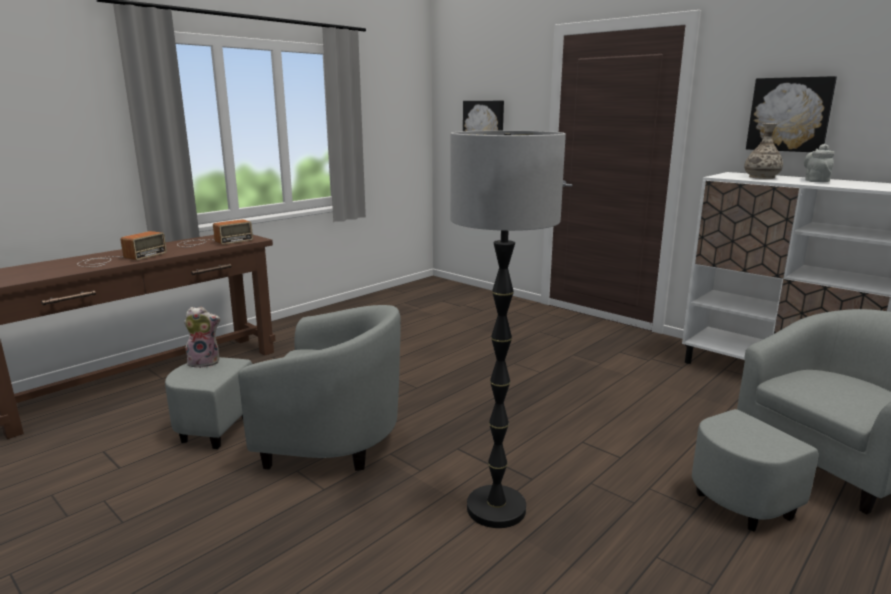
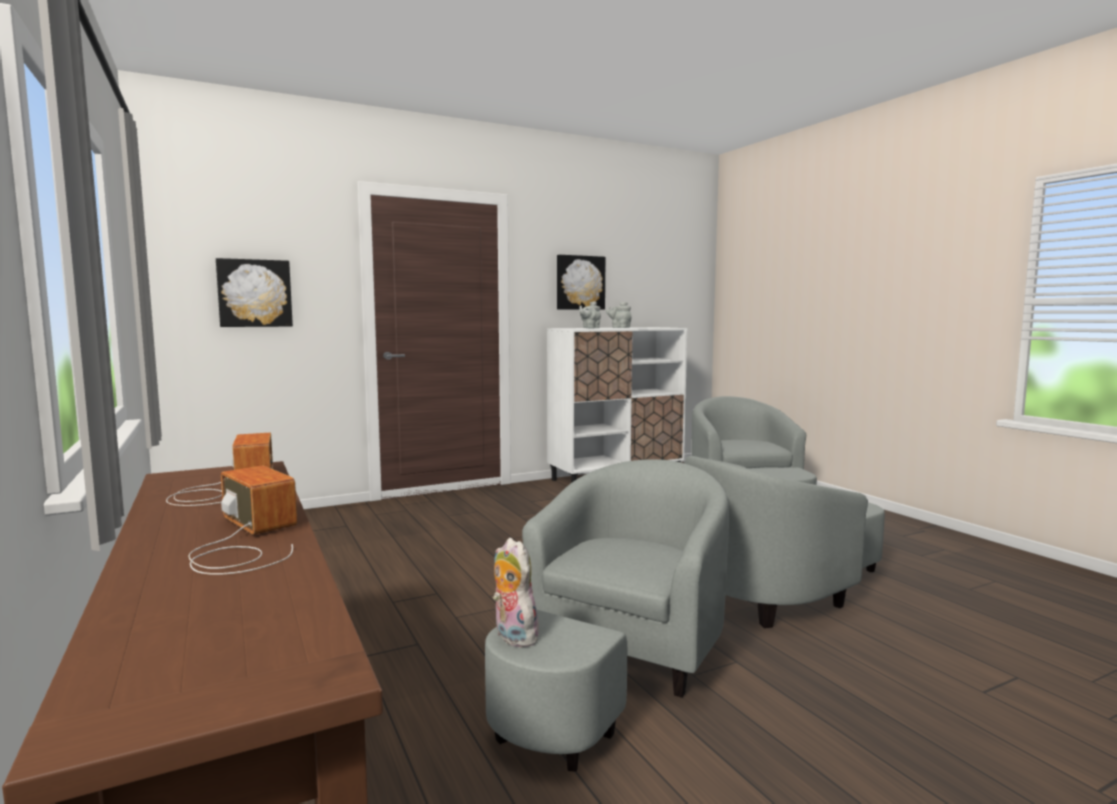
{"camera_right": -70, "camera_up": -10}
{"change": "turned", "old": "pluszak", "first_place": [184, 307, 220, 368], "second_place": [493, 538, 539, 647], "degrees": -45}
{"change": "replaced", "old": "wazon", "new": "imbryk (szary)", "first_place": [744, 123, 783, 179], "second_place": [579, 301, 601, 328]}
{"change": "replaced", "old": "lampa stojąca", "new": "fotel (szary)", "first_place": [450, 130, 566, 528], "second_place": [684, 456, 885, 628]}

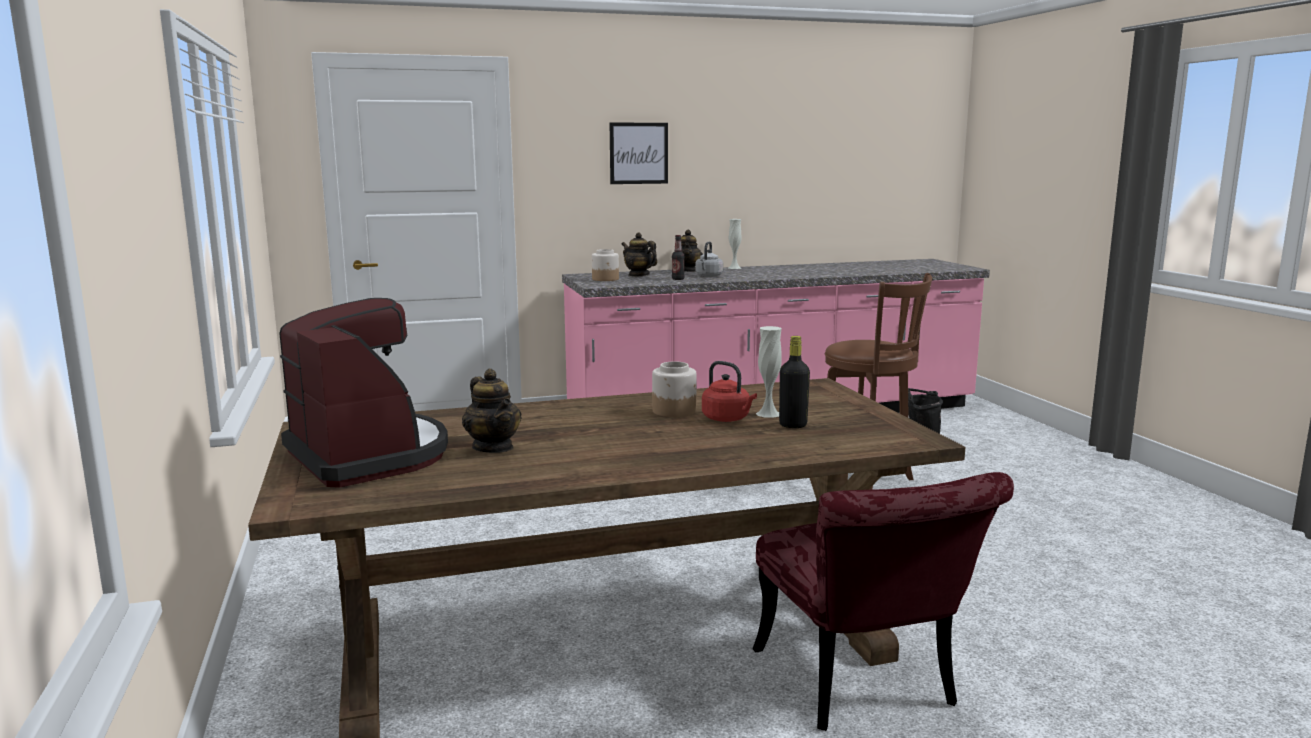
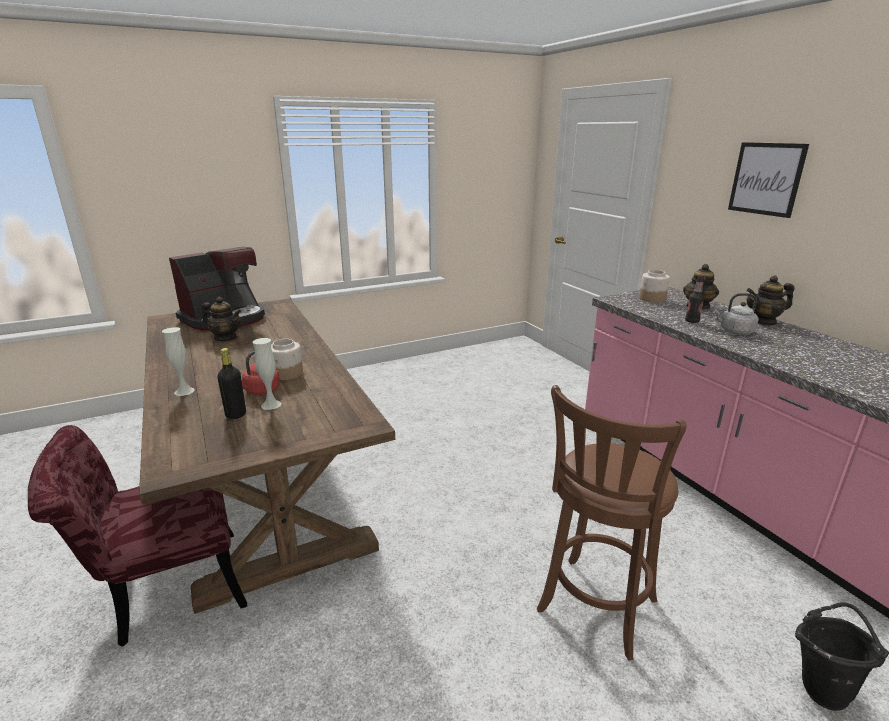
{"camera_right": 80, "camera_up": 10}
{"change": "moved", "old": "wazon (biały)", "first_place": [728, 219, 742, 269], "second_place": [162, 327, 195, 396]}
{"change": "turned", "old": "imbryk", "first_place": [462, 369, 522, 453], "second_place": [201, 297, 241, 341], "degrees": -120}

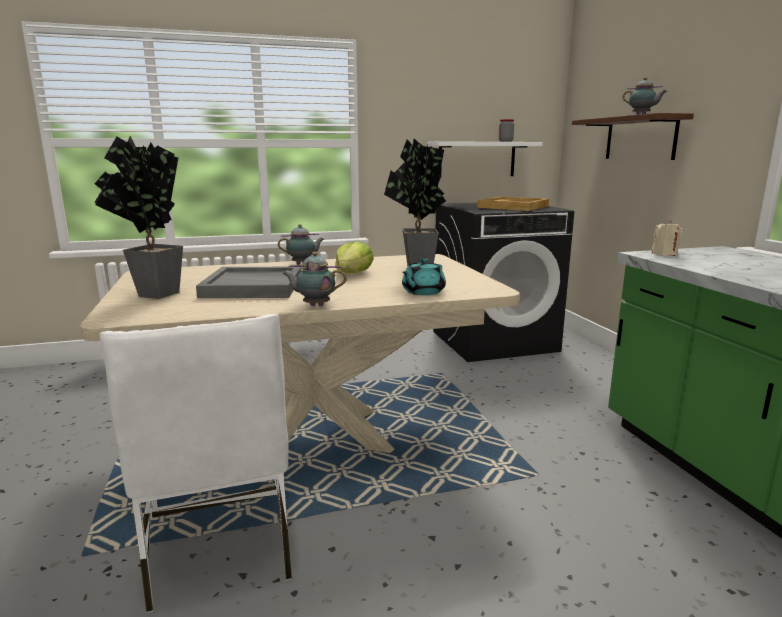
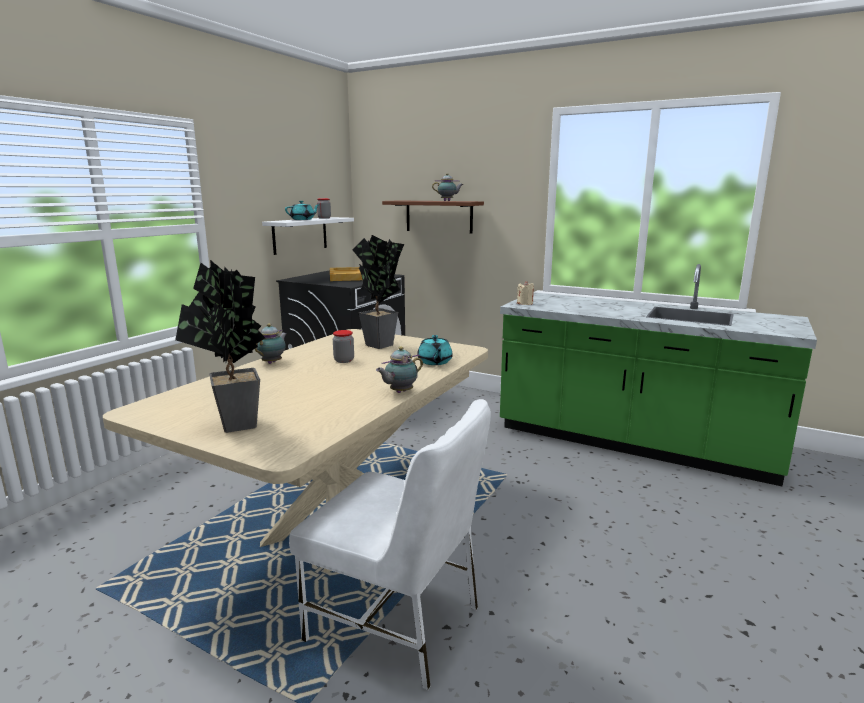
{"camera_right": -45, "camera_up": 0}
{"change": "added", "new": "imbryk (turkusowy)", "second_place": [285, 201, 320, 220]}
{"change": "replaced", "old": "sałata", "new": "słoik", "first_place": [335, 241, 374, 273], "second_place": [333, 330, 354, 363]}
{"change": "removed", "old": "taca (szary)", "first_place": [196, 267, 302, 298]}

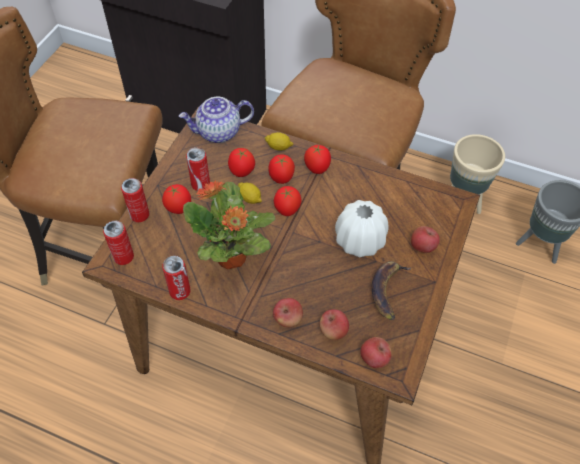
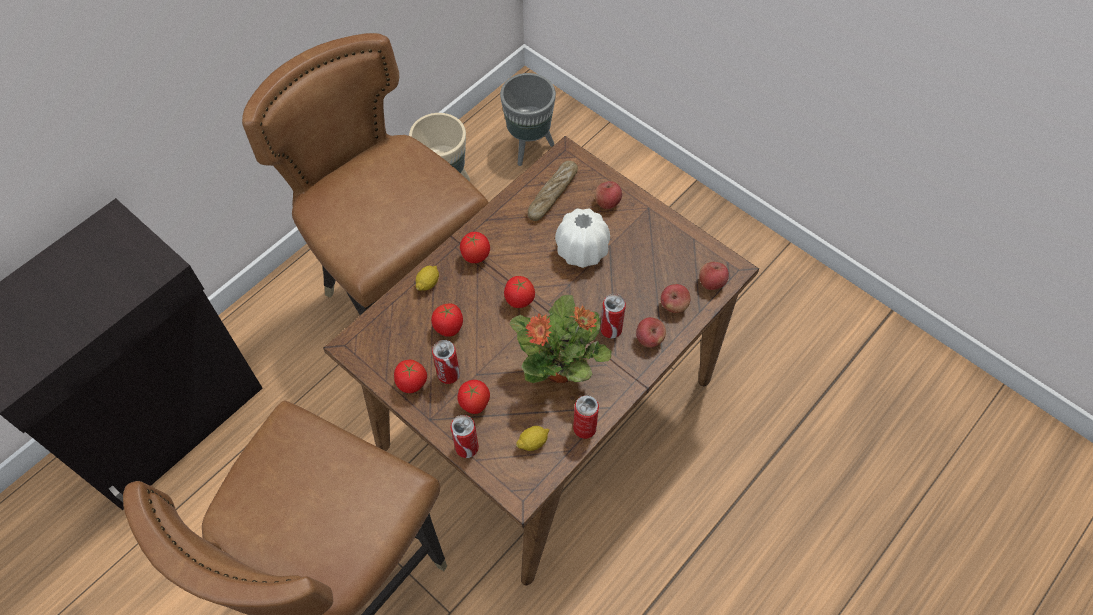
{"camera_right": -70, "camera_up": 5}
{"change": "moved", "old": "pomidor", "first_place": [268, 154, 295, 184], "second_place": [394, 360, 427, 393]}
{"change": "moved", "old": "cytryna", "first_place": [238, 182, 262, 204], "second_place": [516, 426, 549, 451]}
{"change": "added", "new": "chleb", "second_place": [528, 161, 578, 221]}
{"change": "moved", "old": "puszka", "first_place": [103, 221, 134, 265], "second_place": [600, 294, 626, 338]}
{"change": "removed", "old": "imbryk", "first_place": [179, 97, 254, 143]}
{"change": "removed", "old": "banan", "first_place": [372, 261, 411, 320]}

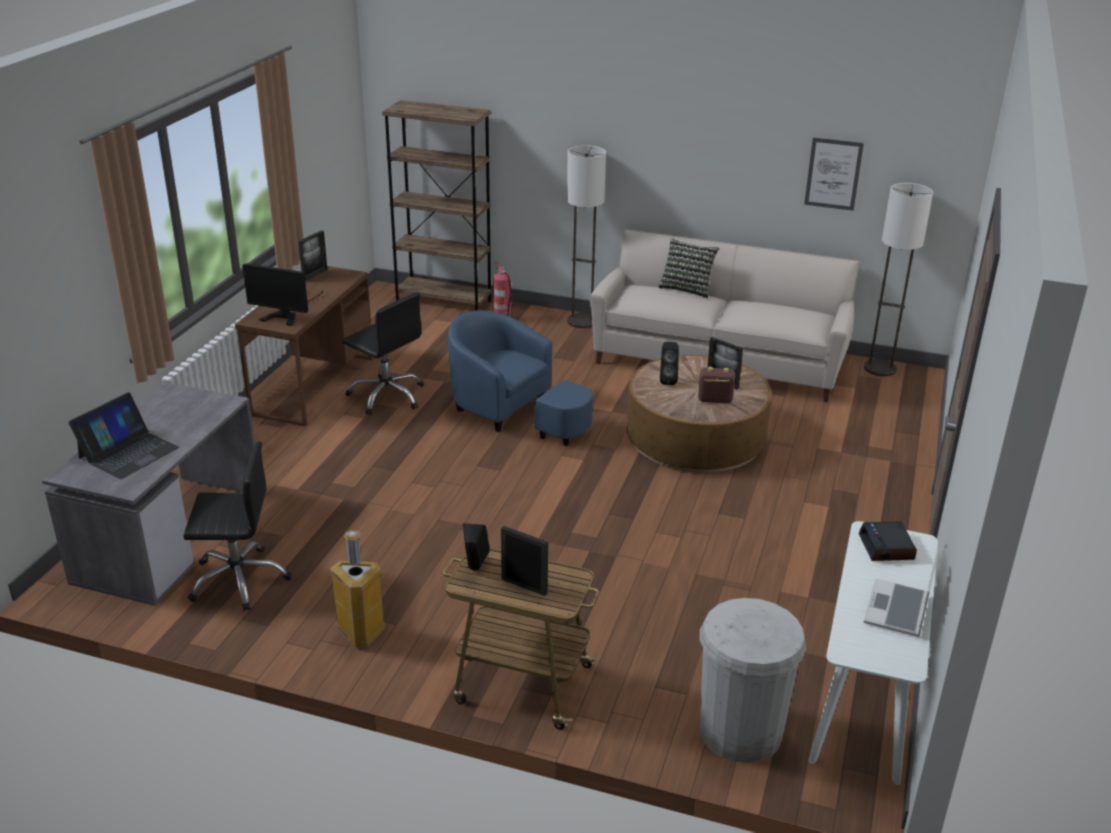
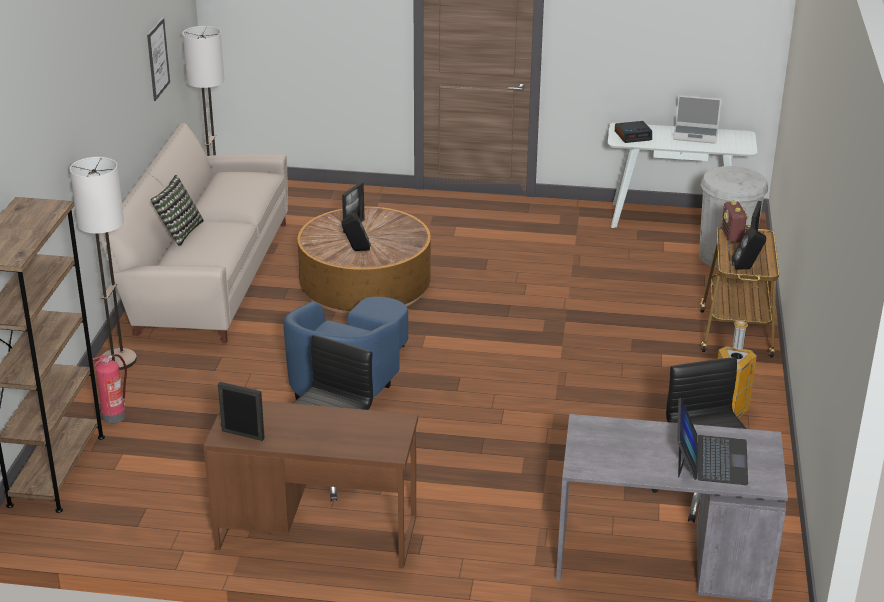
{"camera_right": -100, "camera_up": 0}
{"change": "turned", "old": "laptop", "first_place": [68, 392, 179, 479], "second_place": [677, 398, 748, 485], "degrees": 75}
{"change": "moved", "old": "radio", "first_place": [698, 367, 735, 403], "second_place": [721, 201, 749, 243]}
{"change": "removed", "old": "monitor", "first_place": [242, 263, 323, 326]}

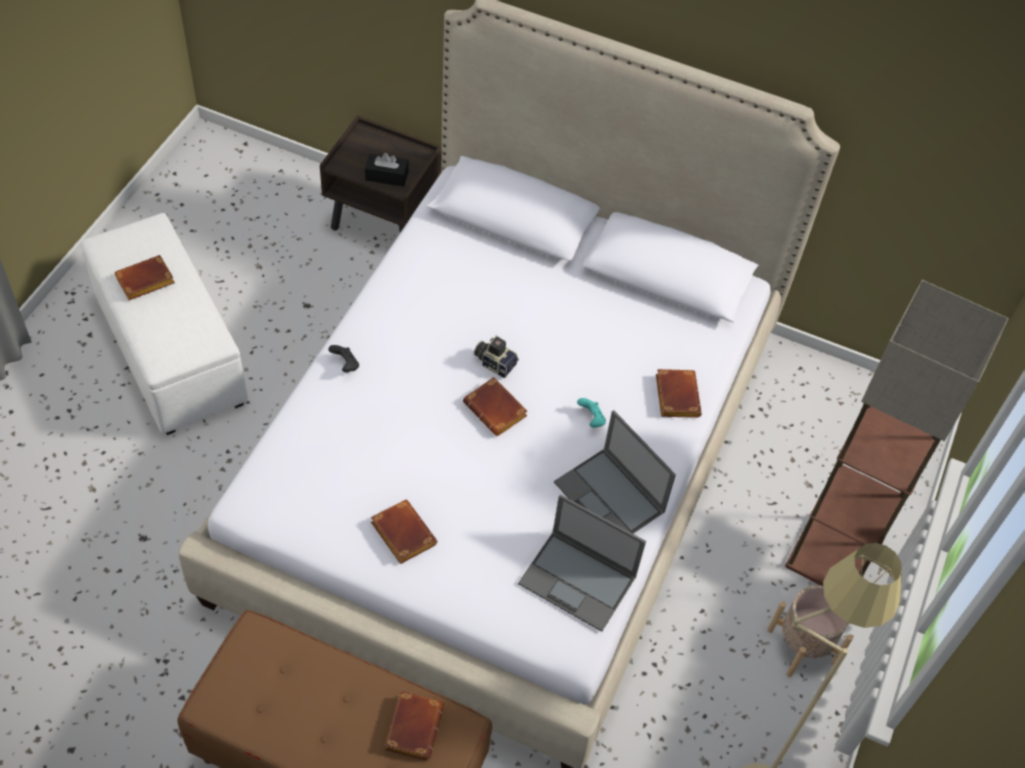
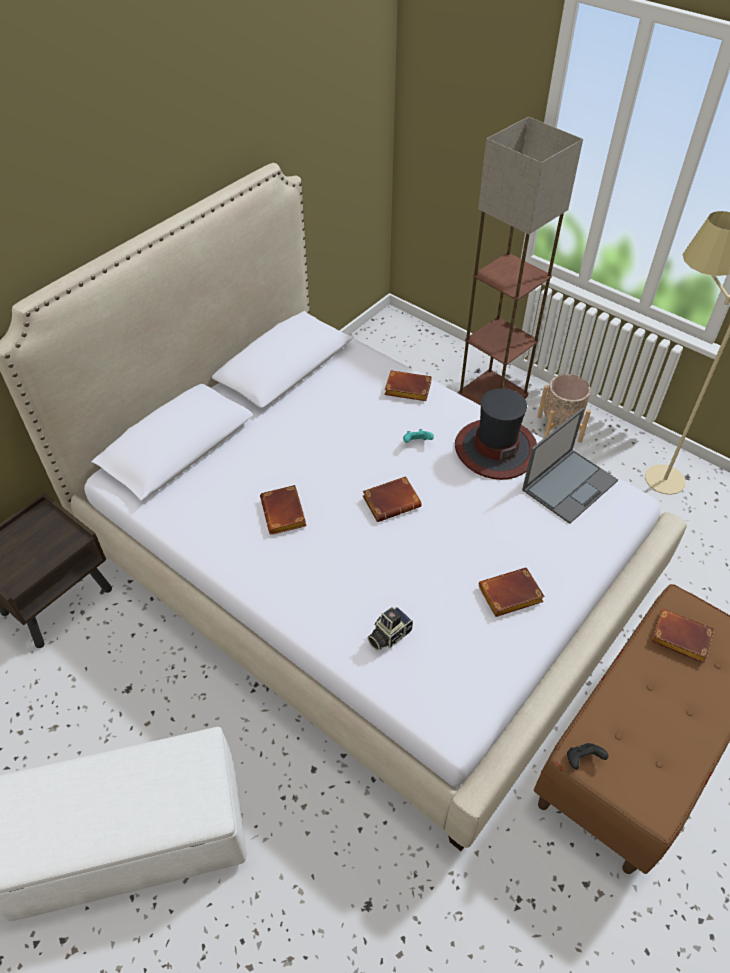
{"camera_right": -70, "camera_up": -5}
{"change": "moved", "old": "książka (brązowy)", "first_place": [114, 255, 175, 300], "second_place": [260, 485, 307, 535]}
{"change": "moved", "old": "aparat fotograficzny", "first_place": [474, 335, 519, 378], "second_place": [367, 607, 413, 651]}
{"change": "replaced", "old": "laptop", "new": "kapelusz", "first_place": [554, 410, 676, 534], "second_place": [455, 388, 537, 480]}
{"change": "moved", "old": "pad do gier (czarny)", "first_place": [328, 345, 359, 372], "second_place": [567, 743, 608, 769]}
{"change": "removed", "old": "pudełko chusteczek (czarny)", "first_place": [365, 153, 409, 187]}

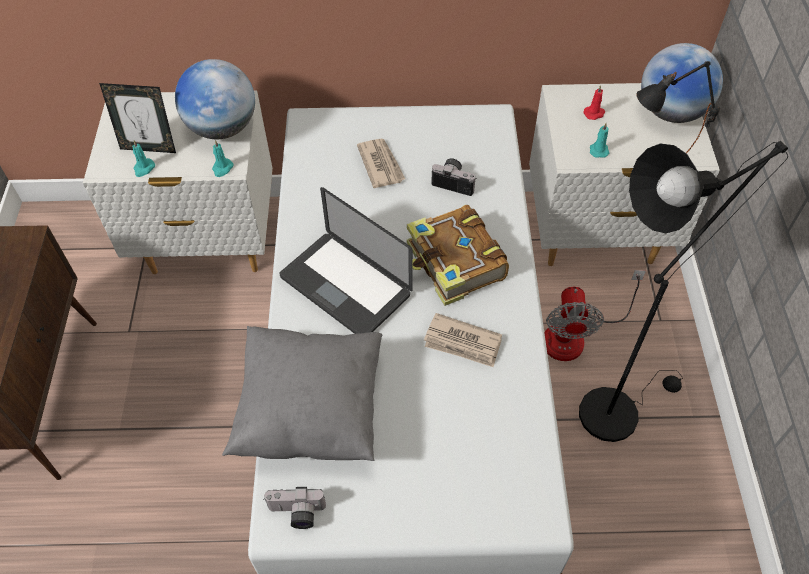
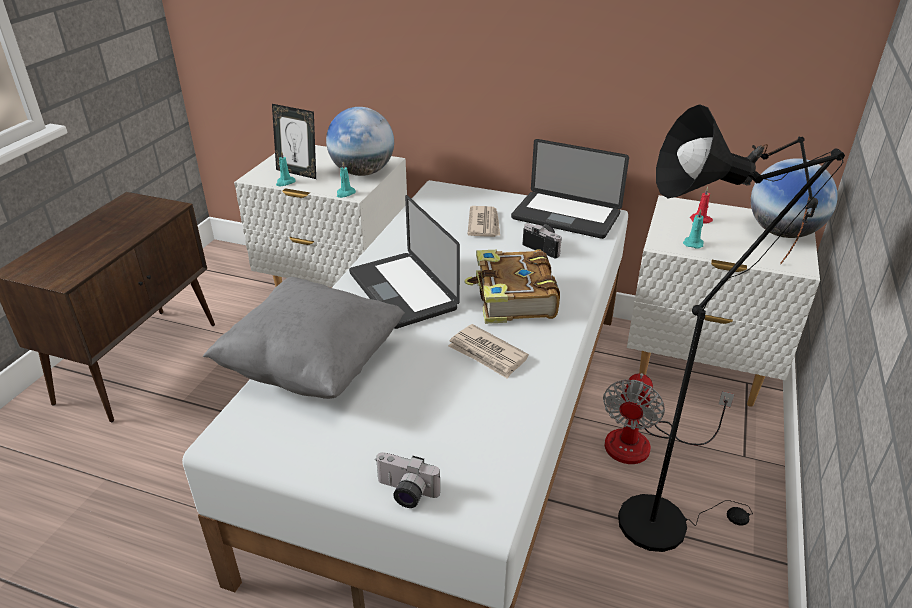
{"camera_right": 20, "camera_up": -20}
{"change": "moved", "old": "aparat fotograficzny", "first_place": [263, 487, 326, 529], "second_place": [376, 452, 440, 508]}
{"change": "added", "new": "laptop", "second_place": [511, 139, 629, 239]}

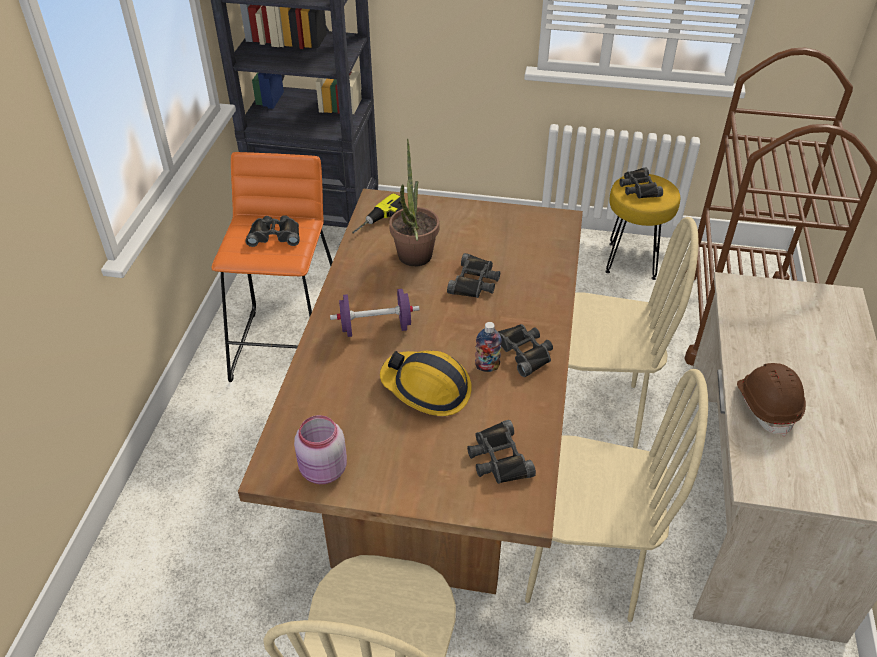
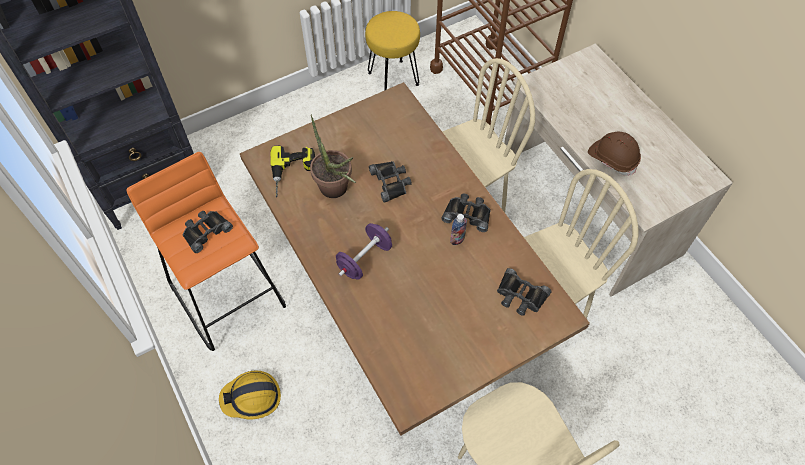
{"camera_right": -40, "camera_up": 15}
{"change": "moved", "old": "kask", "first_place": [380, 351, 472, 416], "second_place": [219, 370, 281, 419]}
{"change": "removed", "old": "słoik (różowy)", "first_place": [294, 415, 347, 484]}
{"change": "removed", "old": "lornetka (czarny)", "first_place": [619, 167, 663, 198]}

